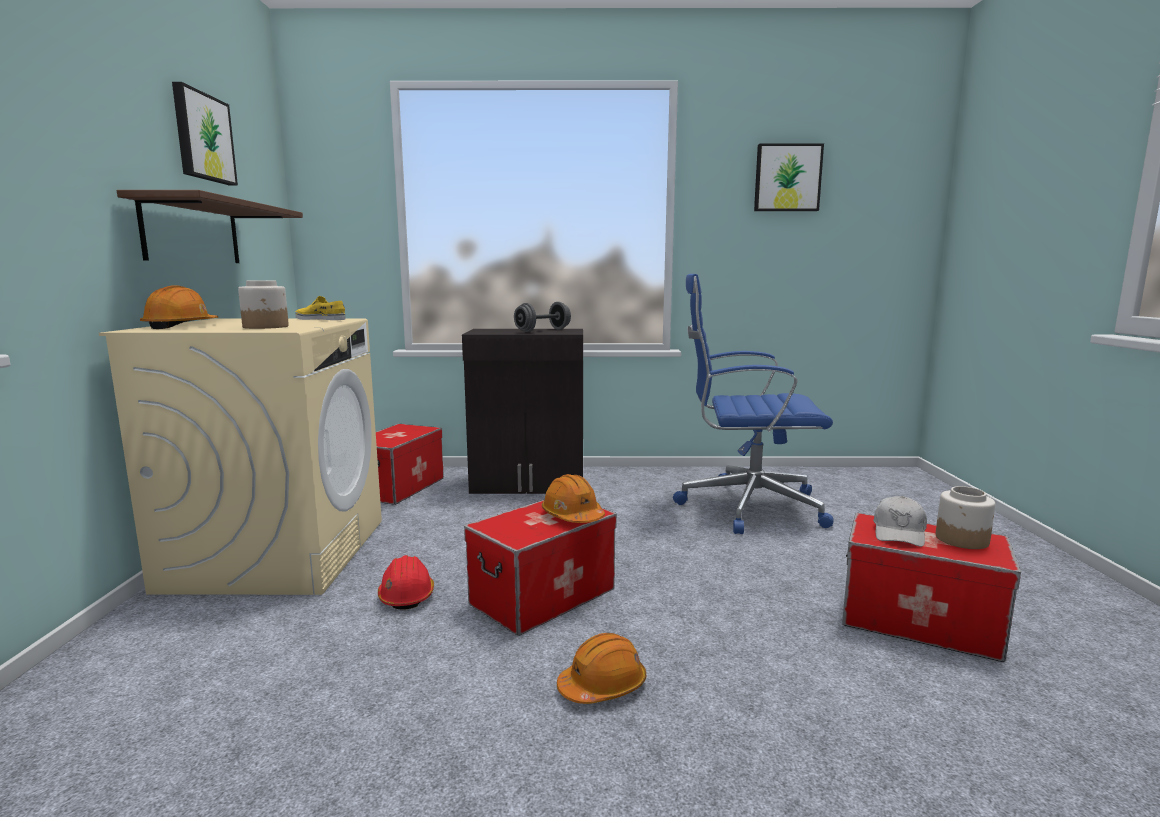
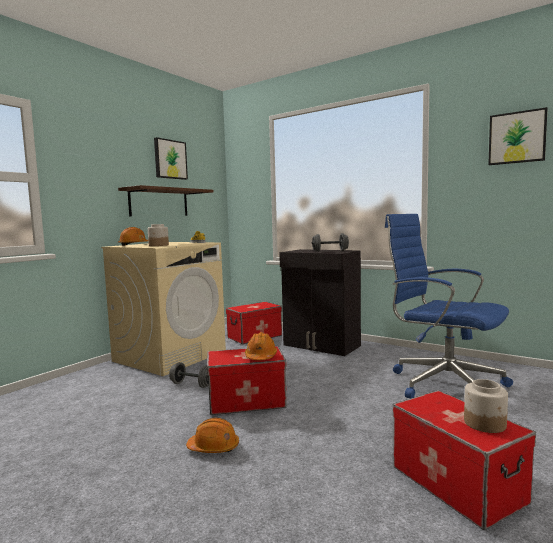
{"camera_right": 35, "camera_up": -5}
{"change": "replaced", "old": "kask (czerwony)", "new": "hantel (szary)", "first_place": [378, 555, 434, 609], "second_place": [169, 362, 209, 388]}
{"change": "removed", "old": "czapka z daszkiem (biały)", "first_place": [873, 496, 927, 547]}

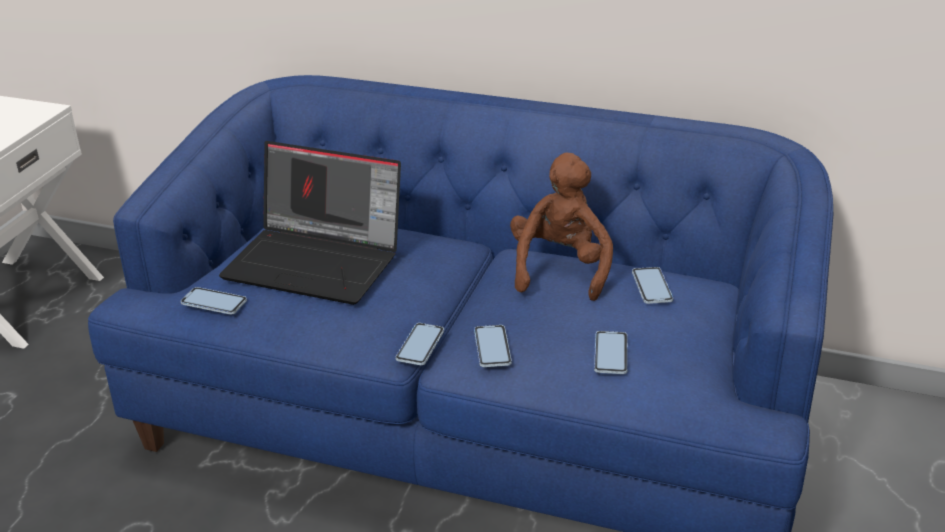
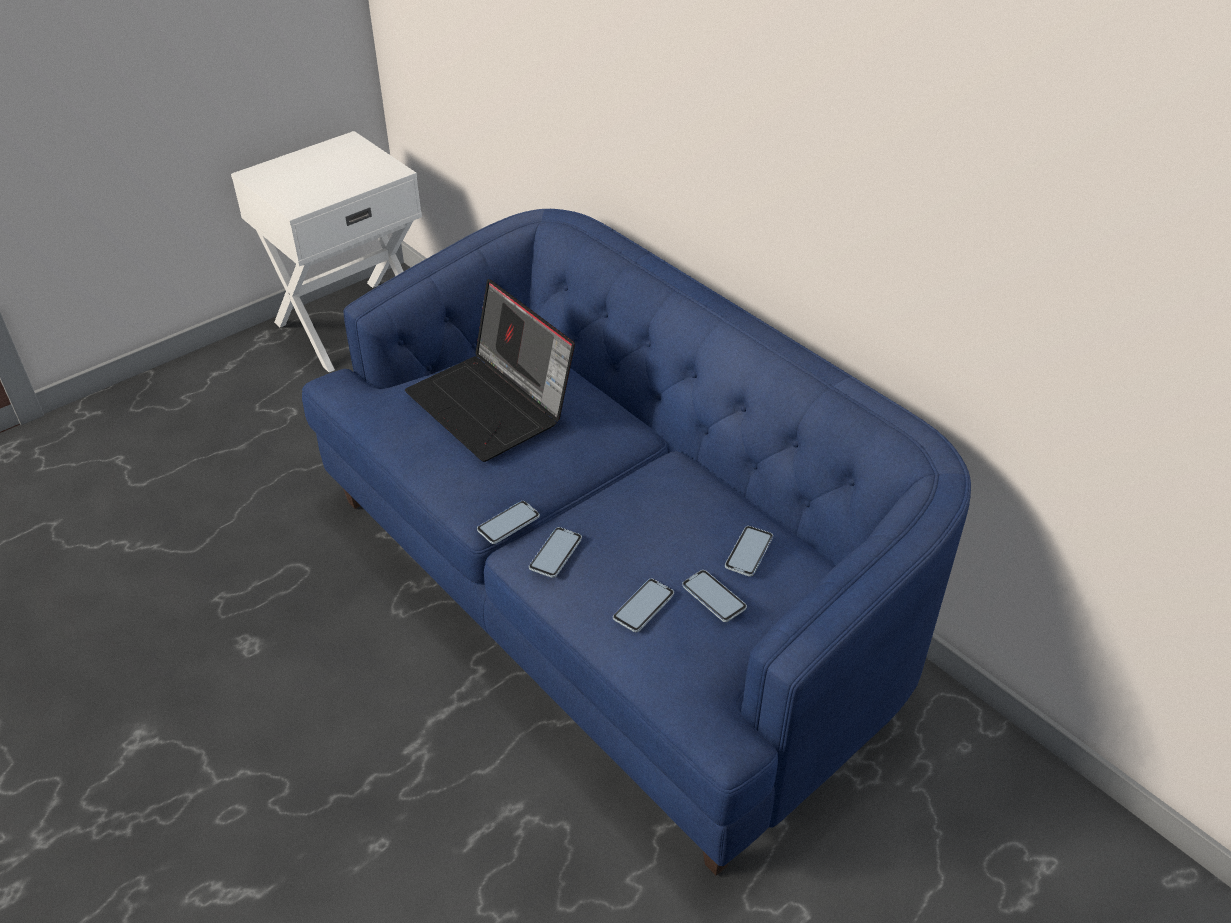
{"camera_right": 30, "camera_up": 10}
{"change": "moved", "old": "telefon", "first_place": [181, 287, 247, 315], "second_place": [682, 570, 747, 622]}
{"change": "removed", "old": "pluszak (brązowy)", "first_place": [510, 153, 613, 301]}

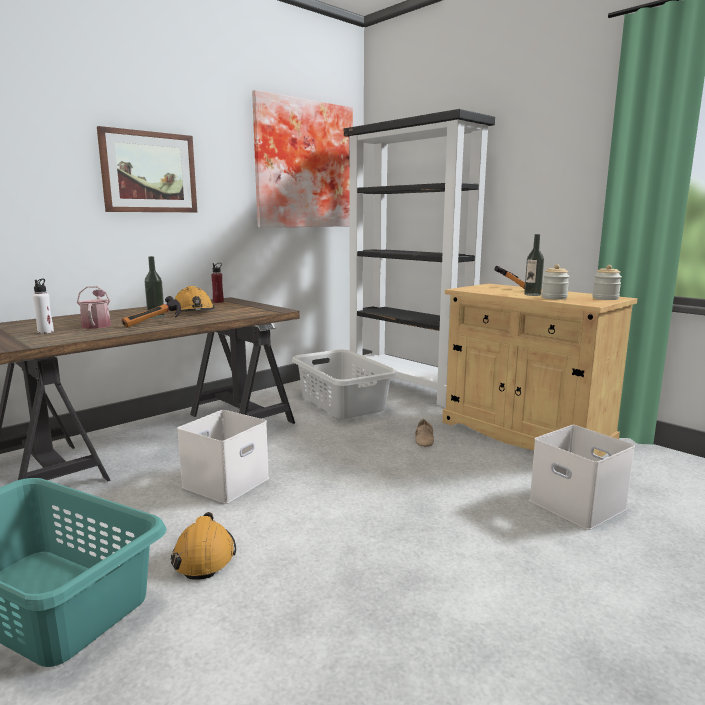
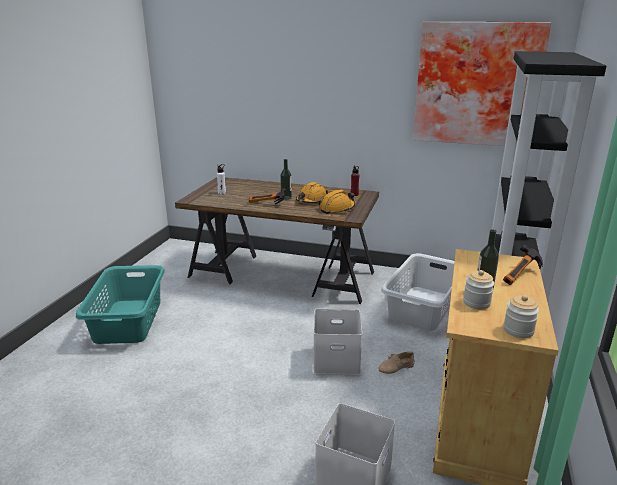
{"camera_right": 60, "camera_up": 10}
{"change": "moved", "old": "pojemnik do przechowywania (biały)", "first_place": [177, 410, 269, 504], "second_place": [313, 309, 362, 375]}
{"change": "moved", "old": "kask (pomarańczowy)", "first_place": [171, 512, 236, 580], "second_place": [318, 190, 355, 214]}
{"change": "removed", "old": "konewka", "first_place": [77, 286, 111, 329]}
{"change": "removed", "old": "obraz", "first_place": [97, 126, 197, 212]}

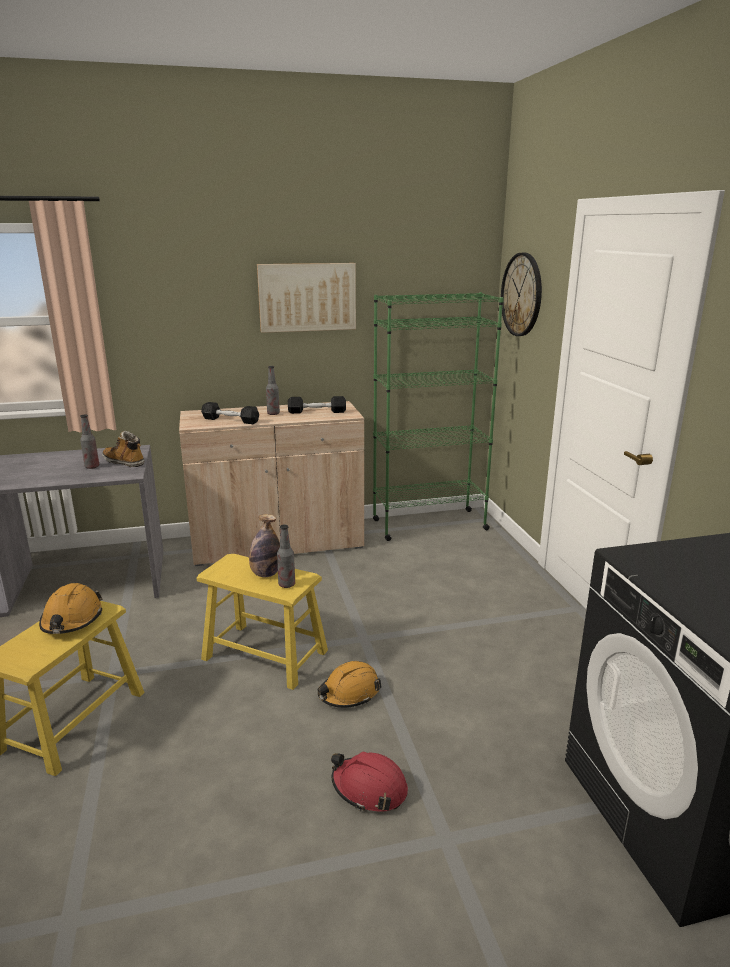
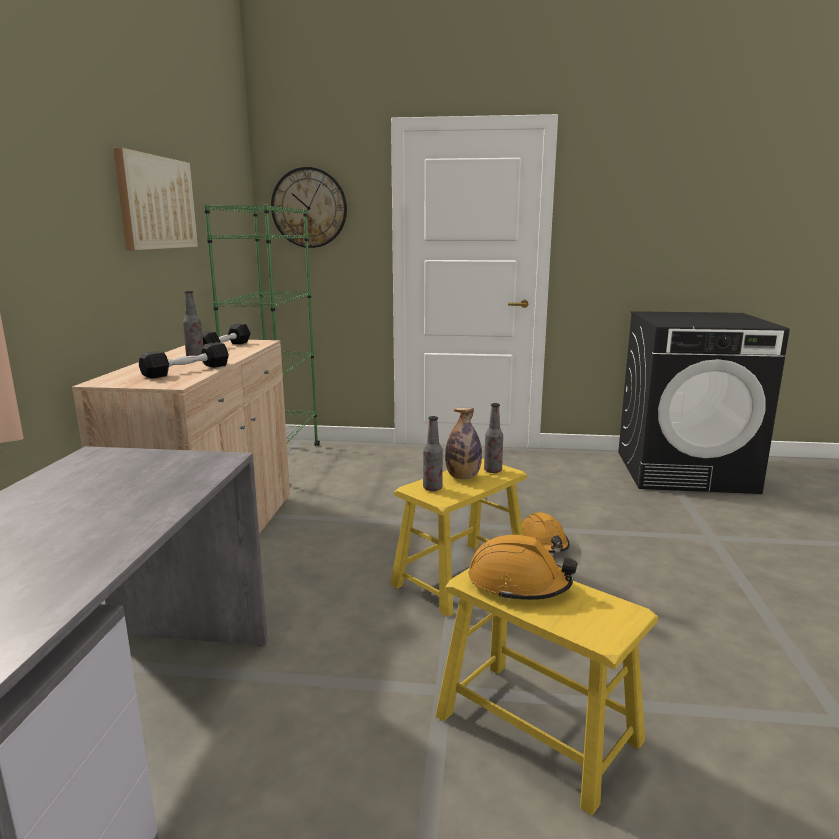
{"camera_right": -70, "camera_up": -5}
{"change": "moved", "old": "butelka", "first_place": [80, 415, 99, 469], "second_place": [423, 416, 443, 491]}
{"change": "removed", "old": "but z cholewką", "first_place": [102, 431, 145, 467]}
{"change": "removed", "old": "kask (czerwony)", "first_place": [331, 751, 408, 812]}

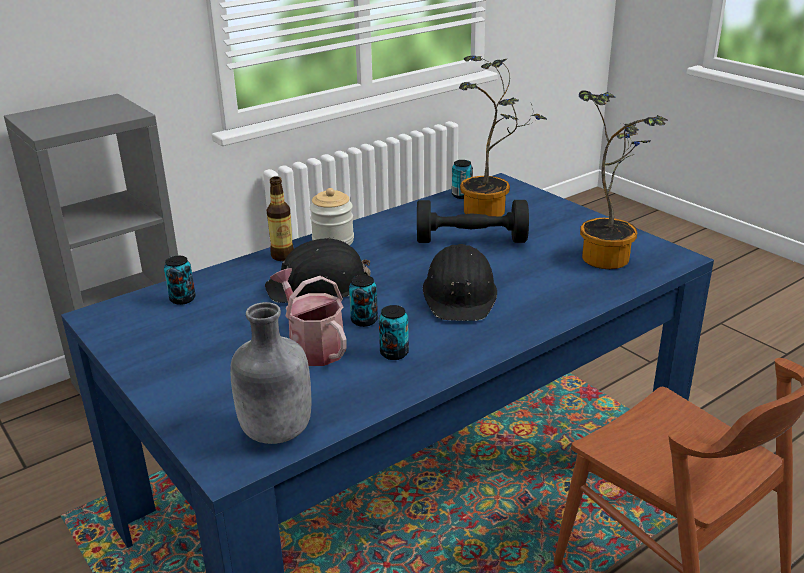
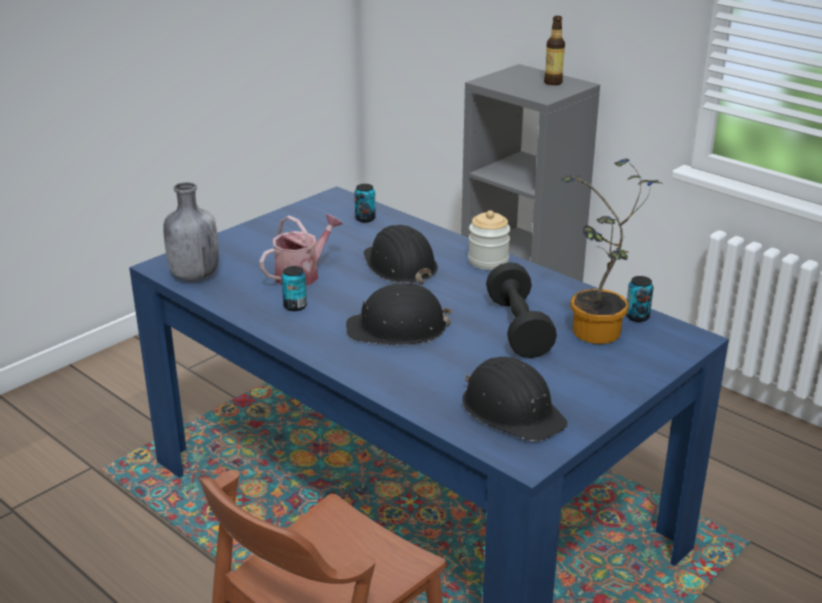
{"camera_right": 80, "camera_up": 0}
{"change": "replaced", "old": "roślina doniczkowa", "new": "kask (czarny)", "first_place": [579, 90, 668, 269], "second_place": [462, 357, 568, 441]}
{"change": "moved", "old": "butelka", "first_place": [267, 176, 294, 261], "second_place": [544, 16, 565, 85]}
{"change": "removed", "old": "puszka", "first_place": [349, 275, 378, 327]}

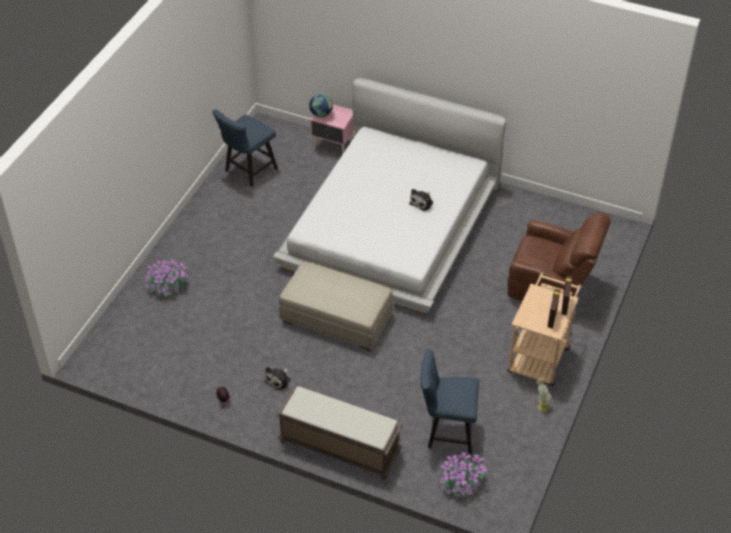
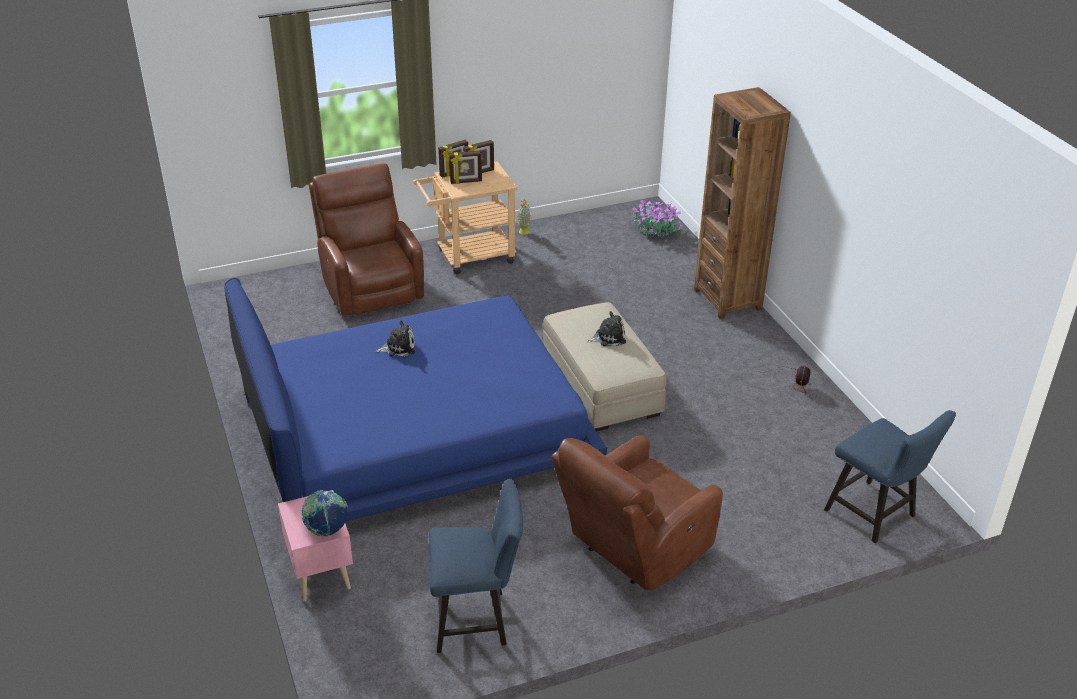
{"camera_right": -135, "camera_up": -10}
{"change": "recoloured", "old": "łóżko (biały)", "new": "łóżko (niebieski)", "first_place": [273, 78, 506, 314], "second_place": [225, 278, 607, 521]}
{"change": "added", "new": "ramka na zdjęcie", "second_place": [449, 151, 482, 184]}
{"change": "added", "new": "fotel (brązowy)", "second_place": [552, 436, 723, 590]}
{"change": "moved", "old": "pluszak", "first_place": [265, 367, 291, 390], "second_place": [587, 311, 626, 346]}
{"change": "replaced", "old": "ławka (brązowy)", "new": "regał (brązowy)", "first_place": [276, 386, 403, 480], "second_place": [694, 87, 791, 319]}
{"change": "moved", "old": "krzesło (niebieski)", "first_place": [420, 349, 479, 454], "second_place": [824, 410, 956, 543]}
{"change": "removed", "old": "roślina doniczkowa", "first_place": [145, 259, 189, 297]}

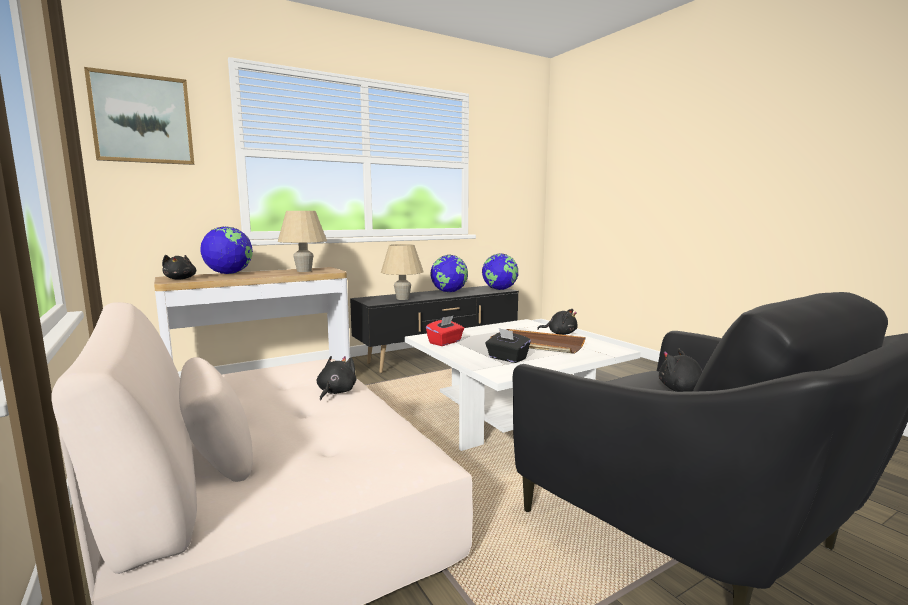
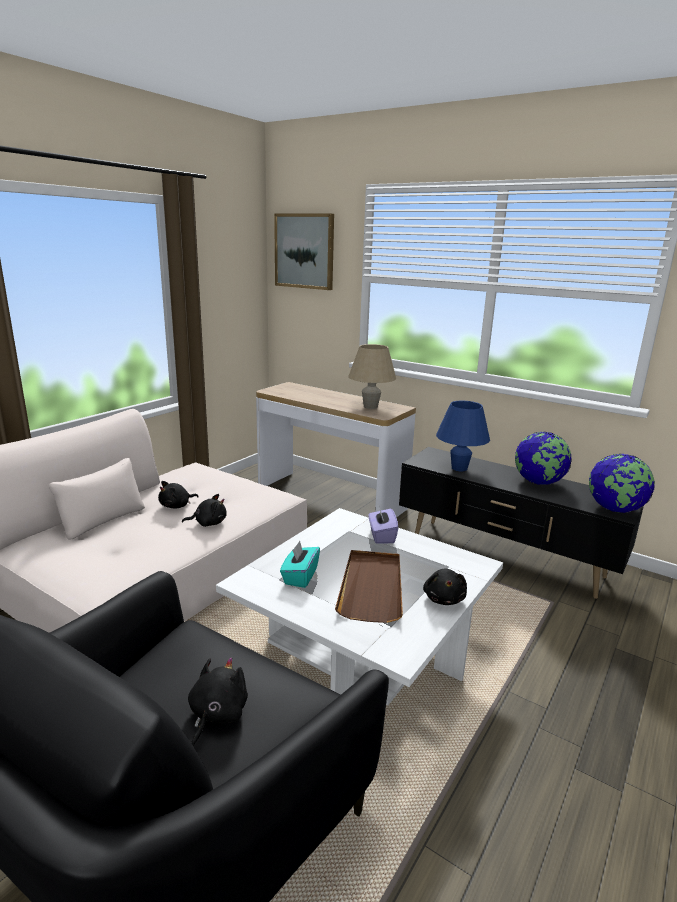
{"camera_right": 65, "camera_up": 10}
{"change": "moved", "old": "pluszak (czarny)", "first_place": [162, 255, 196, 280], "second_place": [158, 481, 199, 508]}
{"change": "recoloured", "old": "pudełko chusteczek (czarny)", "new": "pudełko chusteczek (turkusowy)", "first_place": [485, 328, 531, 363], "second_place": [280, 541, 320, 588]}
{"change": "added", "new": "pudełko chusteczek (fioletowy)", "second_place": [369, 506, 398, 544]}
{"change": "recoloured", "old": "lampa stołowa (beżowy)", "new": "lampa stołowa (niebieski)", "first_place": [381, 244, 424, 300], "second_place": [436, 401, 490, 471]}
{"change": "removed", "old": "globus", "first_place": [200, 226, 253, 274]}
{"change": "removed", "old": "pudełko chusteczek (czerwony)", "first_place": [426, 315, 464, 346]}

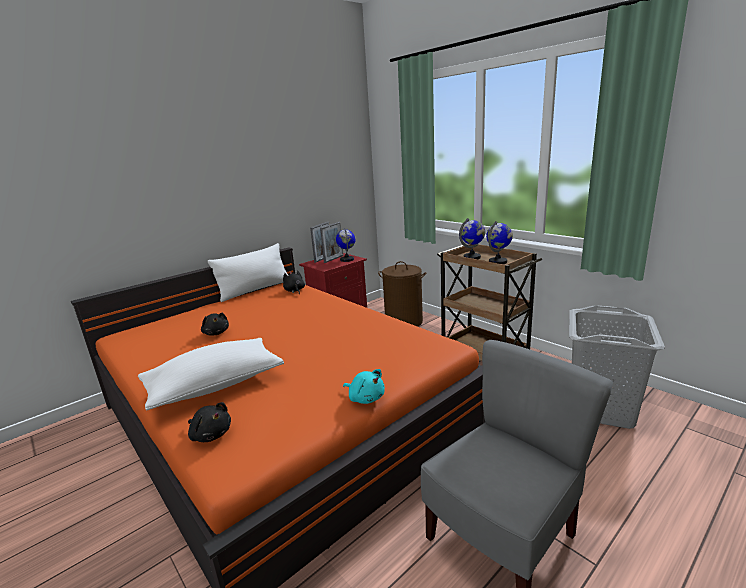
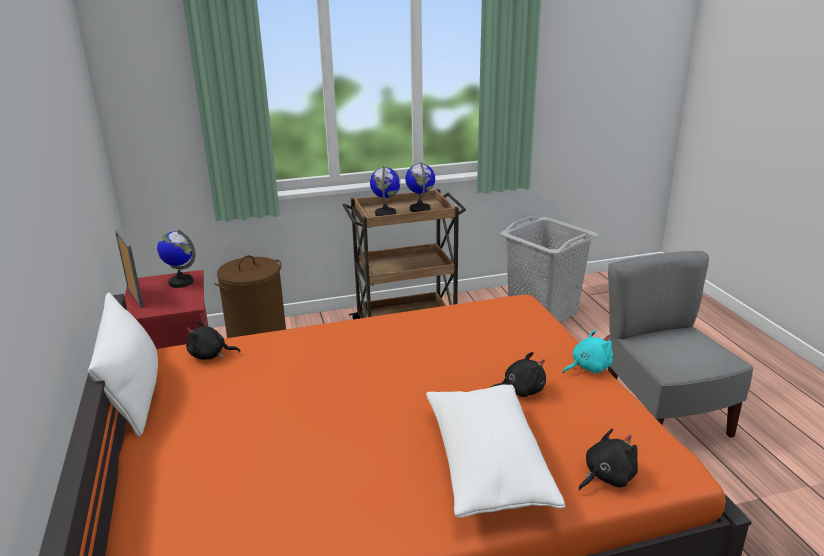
{"camera_right": -65, "camera_up": 5}
{"change": "moved", "old": "pluszak (czarny)", "first_place": [201, 313, 229, 336], "second_place": [489, 352, 546, 397]}
{"change": "removed", "old": "ramka na zdjęcie", "first_place": [320, 222, 344, 263]}

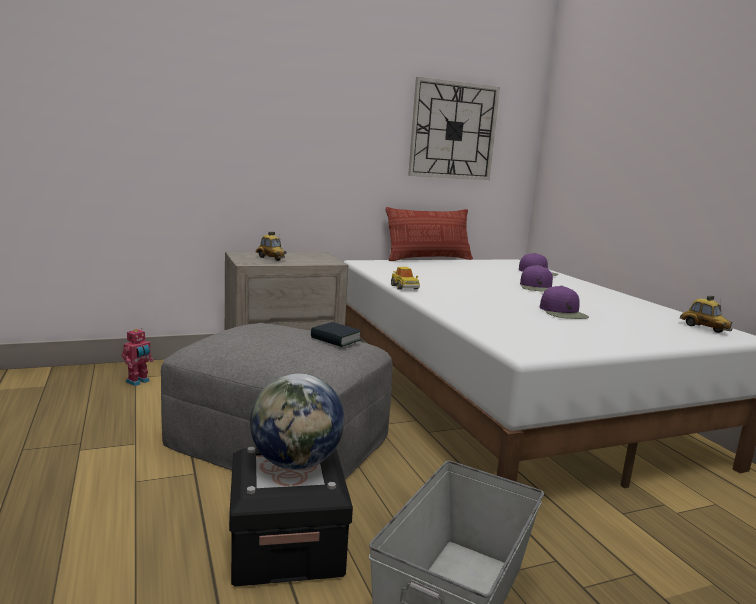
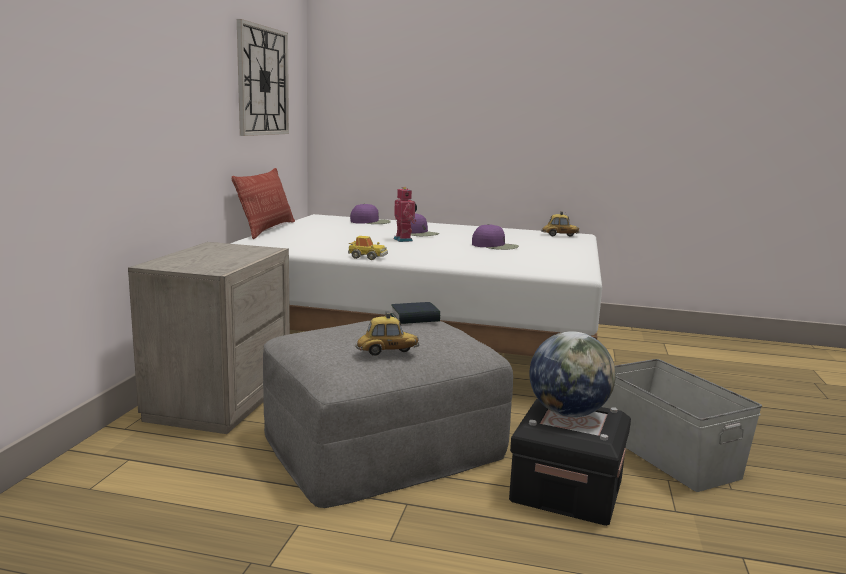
{"camera_right": -55, "camera_up": 0}
{"change": "moved", "old": "samochodzik", "first_place": [256, 232, 287, 261], "second_place": [355, 311, 419, 356]}
{"change": "moved", "old": "robot zabawkowy", "first_place": [121, 328, 154, 386], "second_place": [394, 187, 417, 242]}

